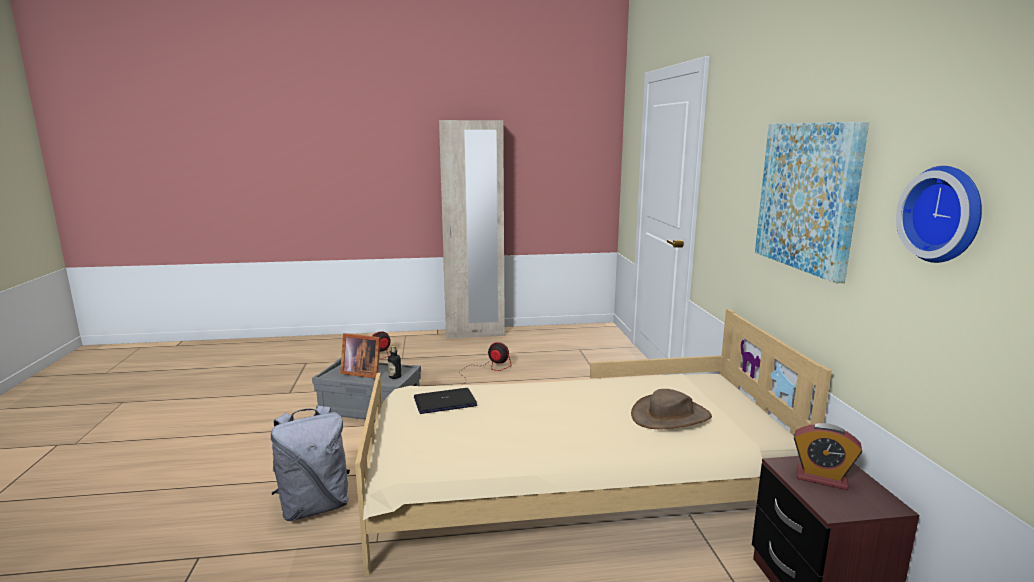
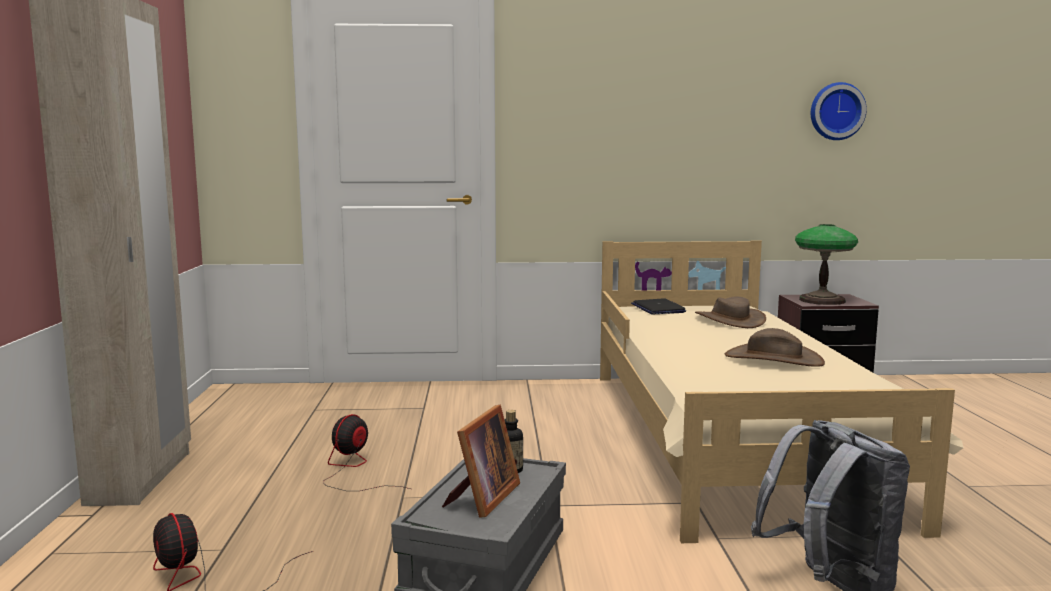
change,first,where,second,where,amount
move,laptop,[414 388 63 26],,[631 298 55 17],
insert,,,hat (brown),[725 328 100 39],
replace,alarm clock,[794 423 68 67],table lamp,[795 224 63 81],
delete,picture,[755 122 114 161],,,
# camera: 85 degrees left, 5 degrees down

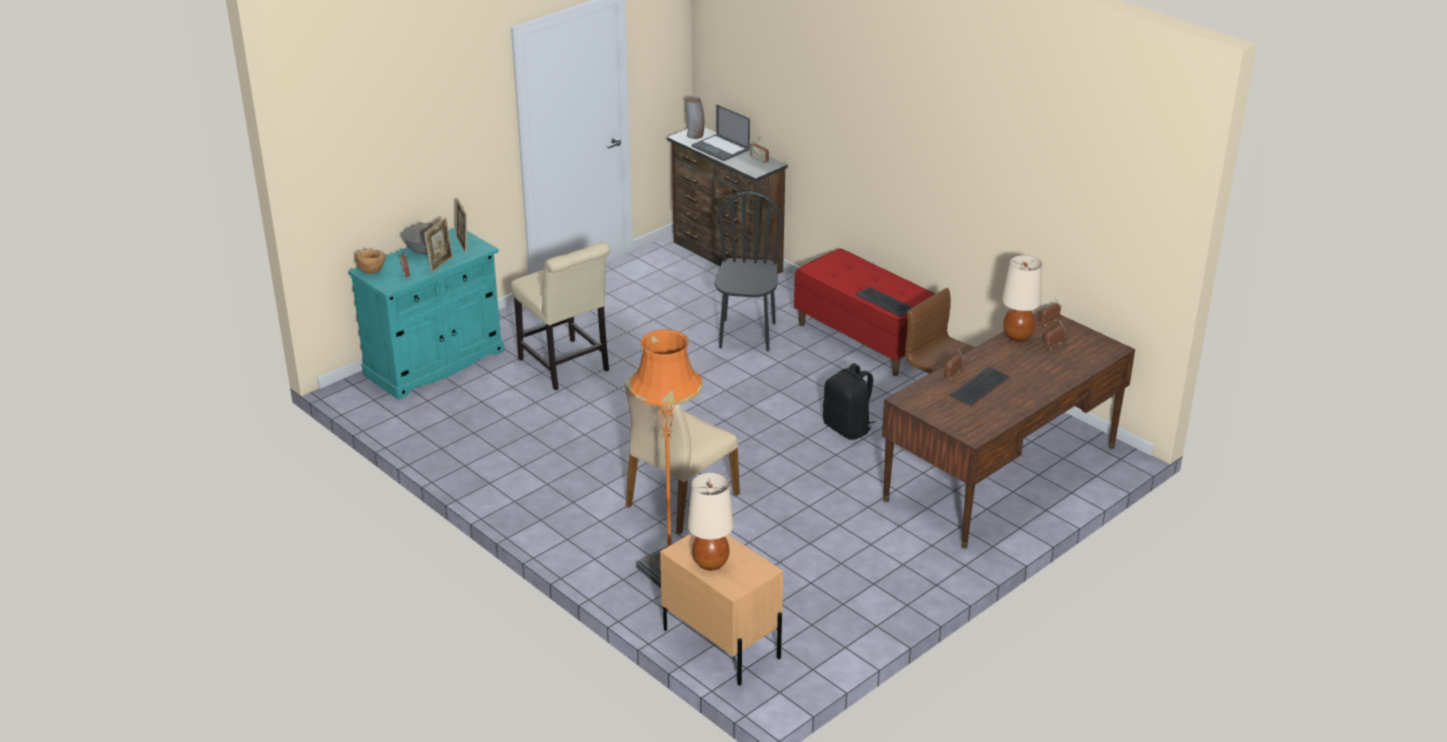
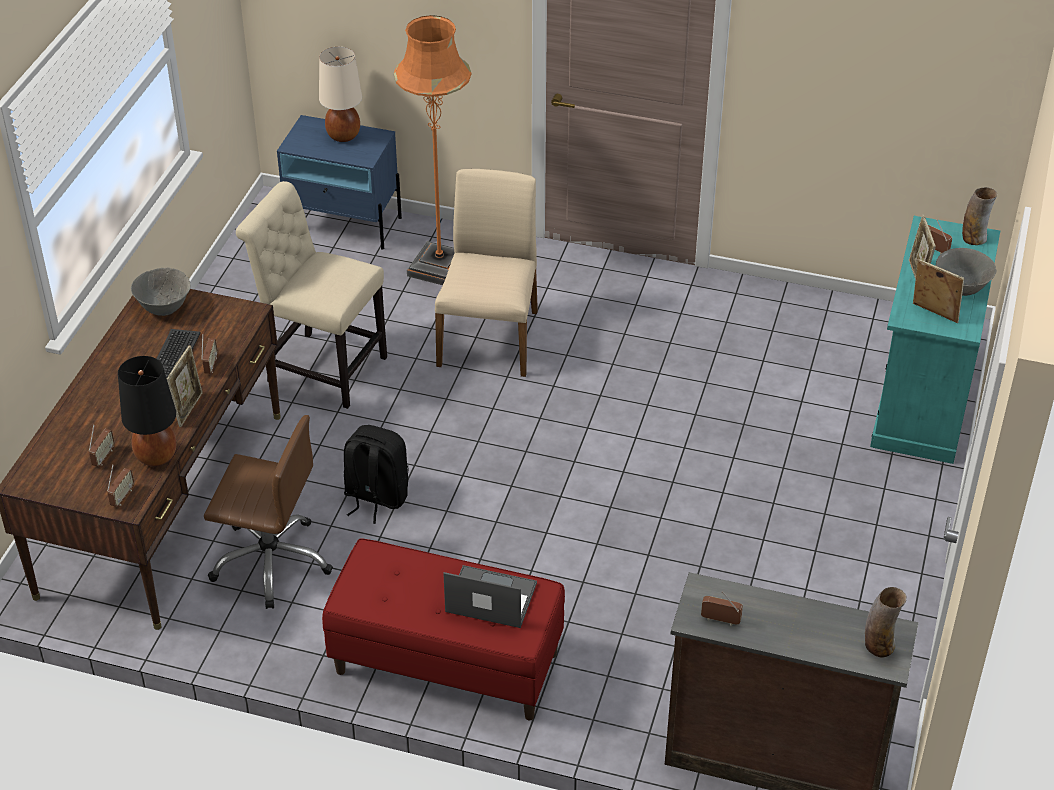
change,first,where,second,where,amount
recolor,table lamp (beige),[1002 255 40 86],table lamp (black),[118 356 58 111],
insert,,,bowl (grey),[131 268 59 48],
insert,,,picture frame,[167 345 36 82],
move,chair (beige),[511 242 99 148],,[236 181 151 228],
recolor,nightstand (beige),[660 533 123 152],nightstand (blue),[277 115 125 135],
move,laptop,[692 105 58 56],,[443 565 94 63],
replace,bowl (brown),[355 249 31 25],vase,[962 187 35 58],
delete,chair (black),[715 191 68 160],,,
delete,keyboard,[855 287 58 30],,,
# camera: 150 degrees right, 10 degrees up

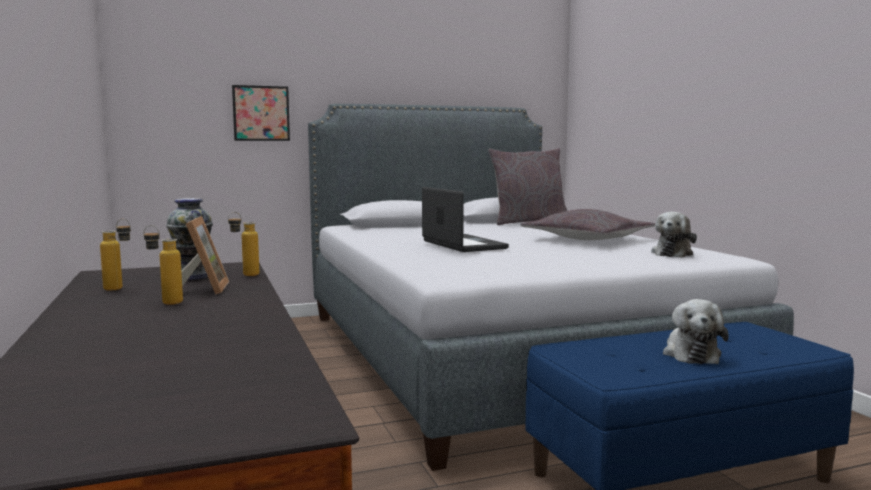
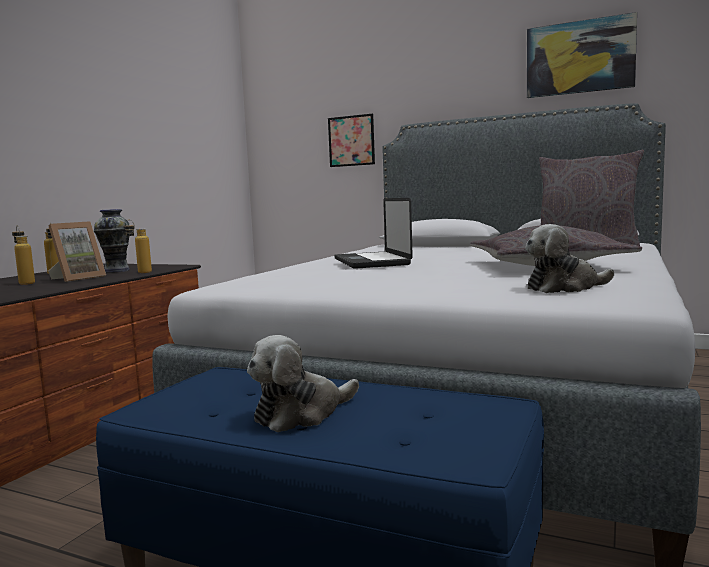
change,first,where,second,where,amount
rotate,laptop,[422 187 87 65],,[335 198 78 71],150 degrees clockwise
insert,,,picture,[527 12 110 86],
# camera: 45 degrees right, 0 degrees up

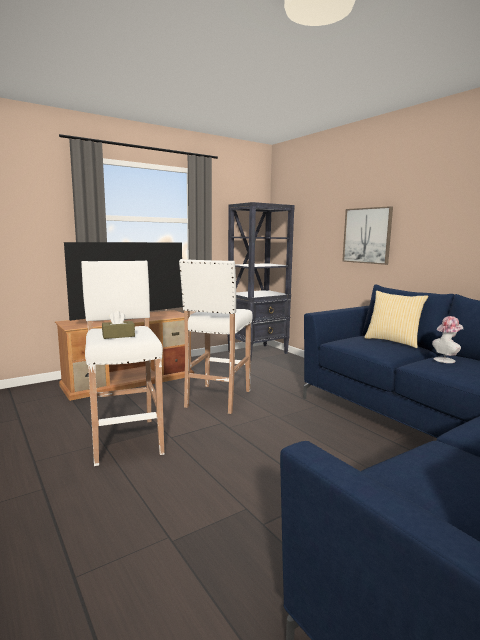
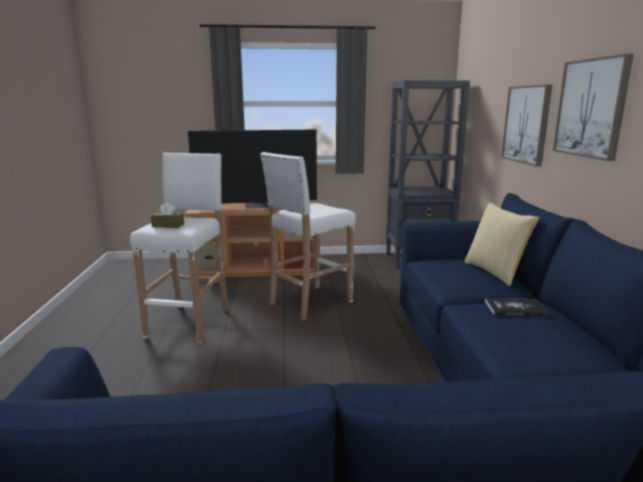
change,first,where,second,where,amount
replace,hat,[432 316 32 47],book,[485 298 64 19],
insert,,,picture,[553 54 81 107],
# camera: 30 degrees right, 5 degrees up

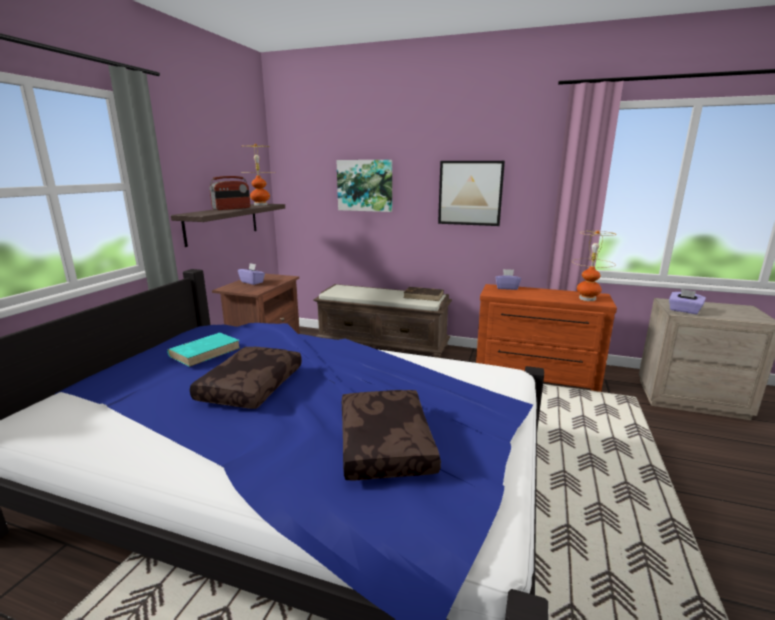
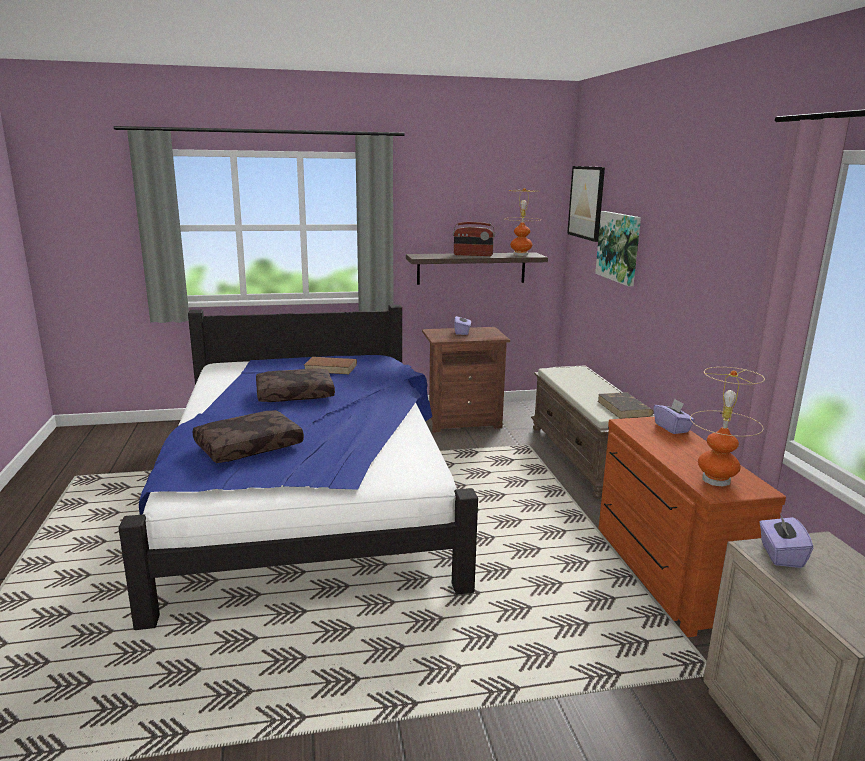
change,first,where,second,where,amount
recolor,book (turquoise),[167 333 73 34],book (brown),[304 357 53 17],
move,picture,[438 161 67 65],,[567 166 38 76],
# camera: 60 degrees right, 0 degrees up

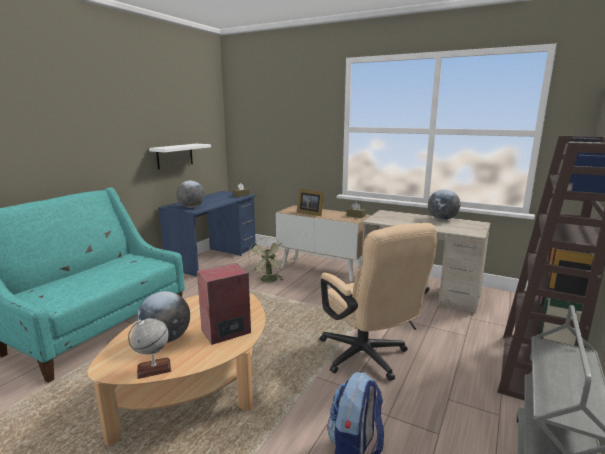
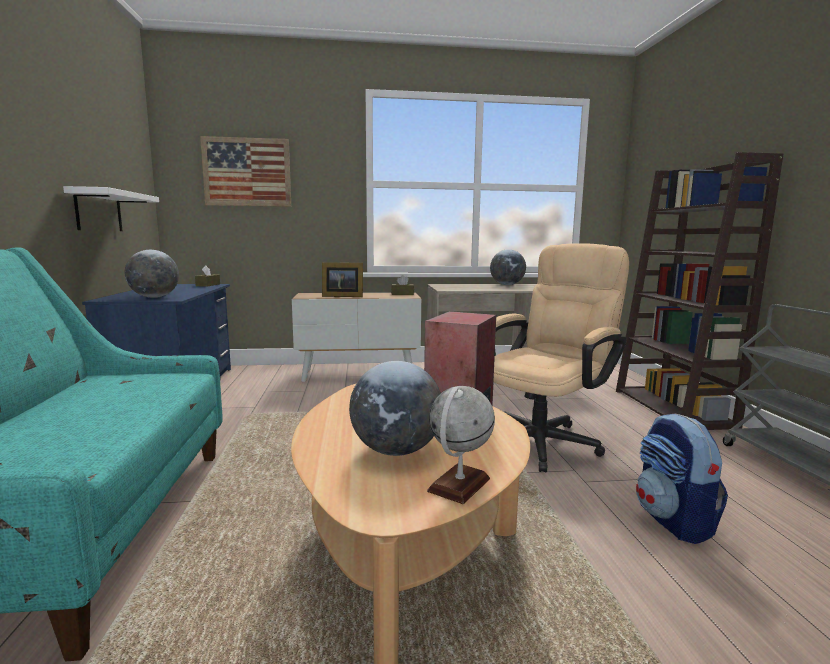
change,first,where,second,where,amount
insert,,,picture,[200 136 91 71],
rotate,office chair (beige),[319 223 119 158],,[493 243 136 229],75 degrees counterclockwise
delete,fan (green),[249 237 38 45],,,
# camera: 35 degrees left, 5 degrees down

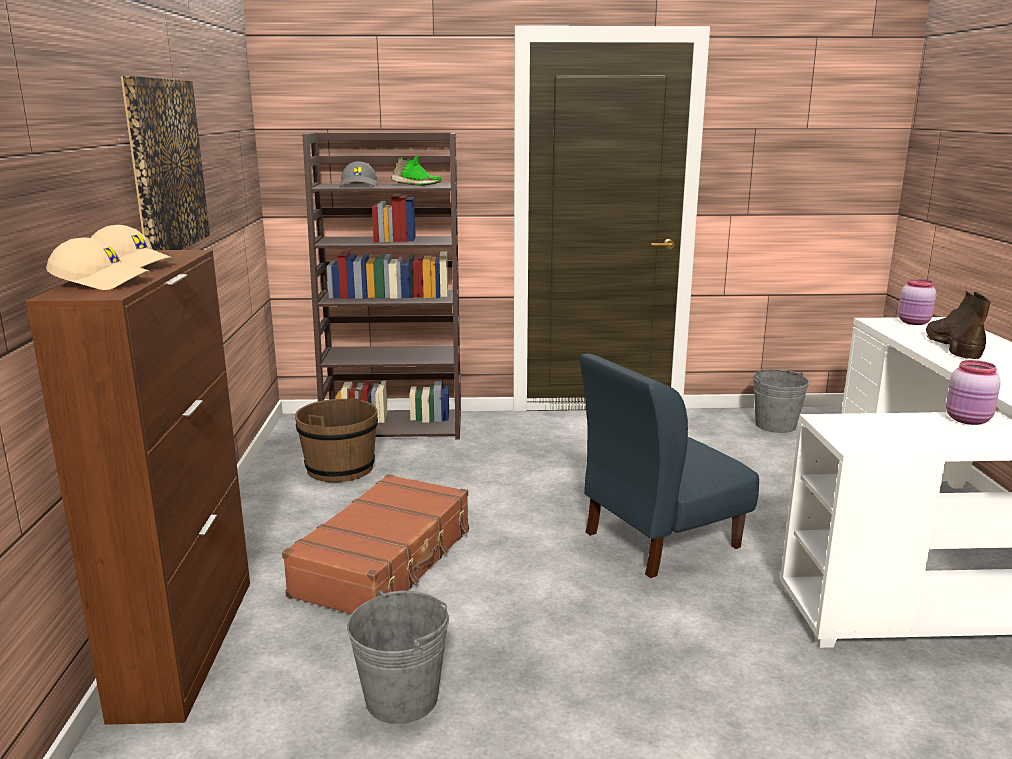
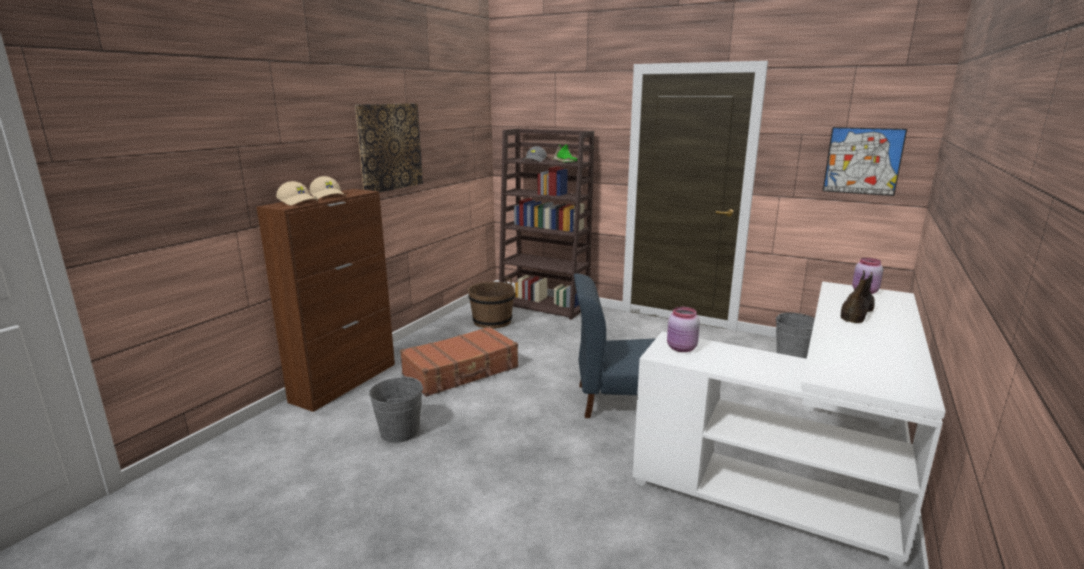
change,first,where,second,where,amount
move,jar (pink),[946 360 55 65],,[667 307 33 45],
insert,,,picture,[823 127 84 69],
# camera: 30 degrees right, 0 degrees up

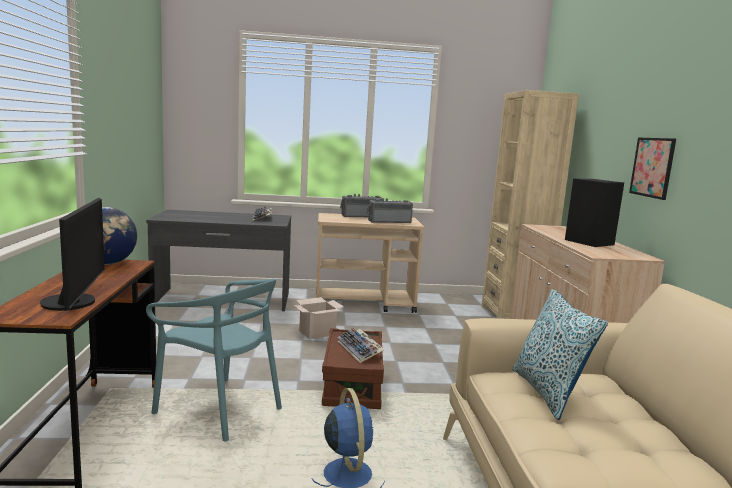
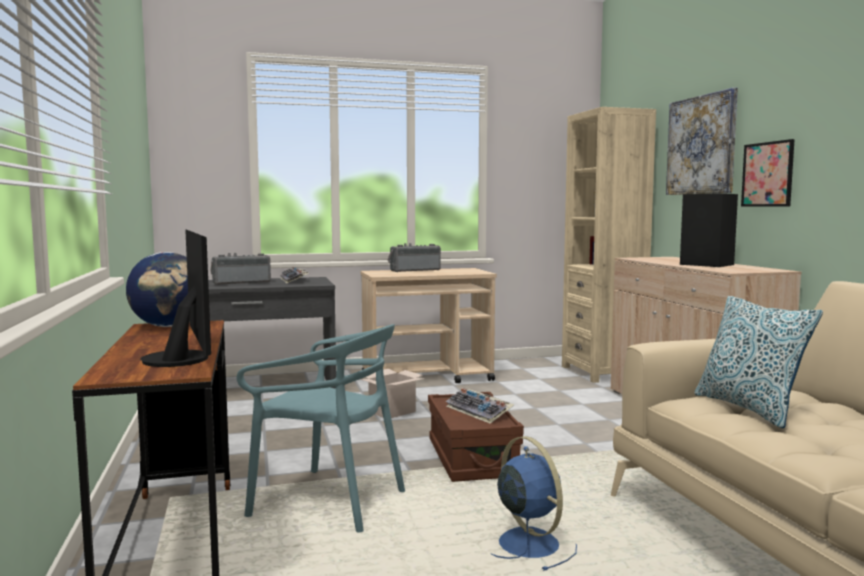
change,first,where,second,where,amount
move,radio,[367 198 46 25],,[210 253 61 32],
insert,,,picture,[666 87 72 108],
# camera: 10 degrees left, 5 degrees down

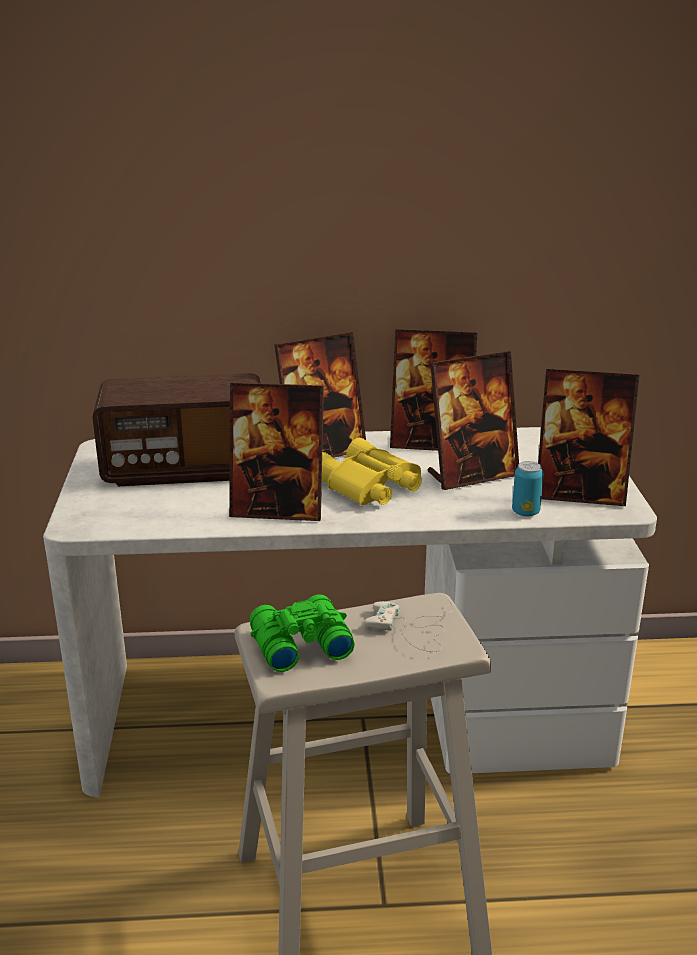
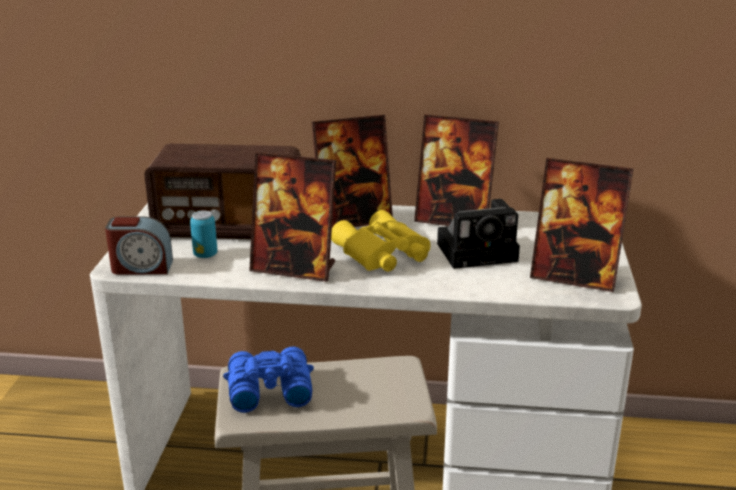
change,first,where,second,where,amount
insert,,,alarm clock,[105 217 68 58],
move,can,[512 461 32 55],,[190 210 27 48],
recolor,binoculars (green),[250 594 105 78],binoculars (blue),[223 347 91 66],
replace,picture frame,[428 351 91 139],photo camera,[437 199 83 70],
delete,game controller (white),[364 600 89 52],,,
# camera: 10 degrees right, 0 degrees up

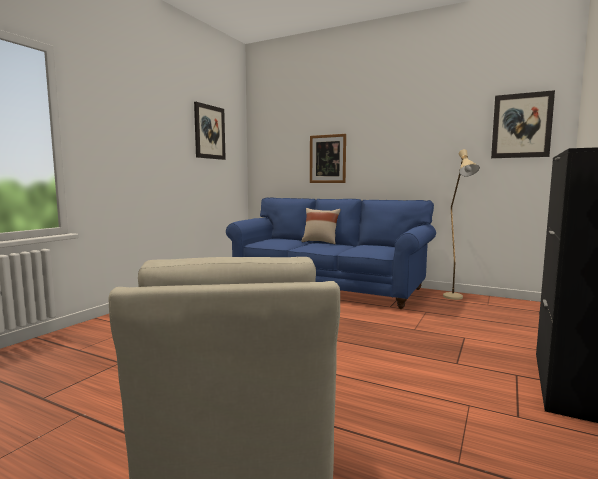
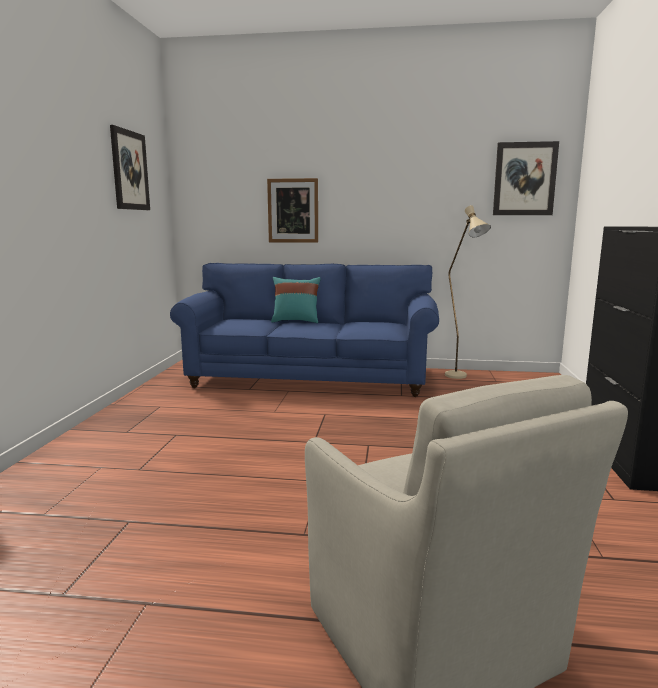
change,first,where,second,where,amount
recolor,pillow (beige),[301 208 40 36],pillow (turquoise),[271 277 50 46],
# camera: 20 degrees left, 5 degrees up

